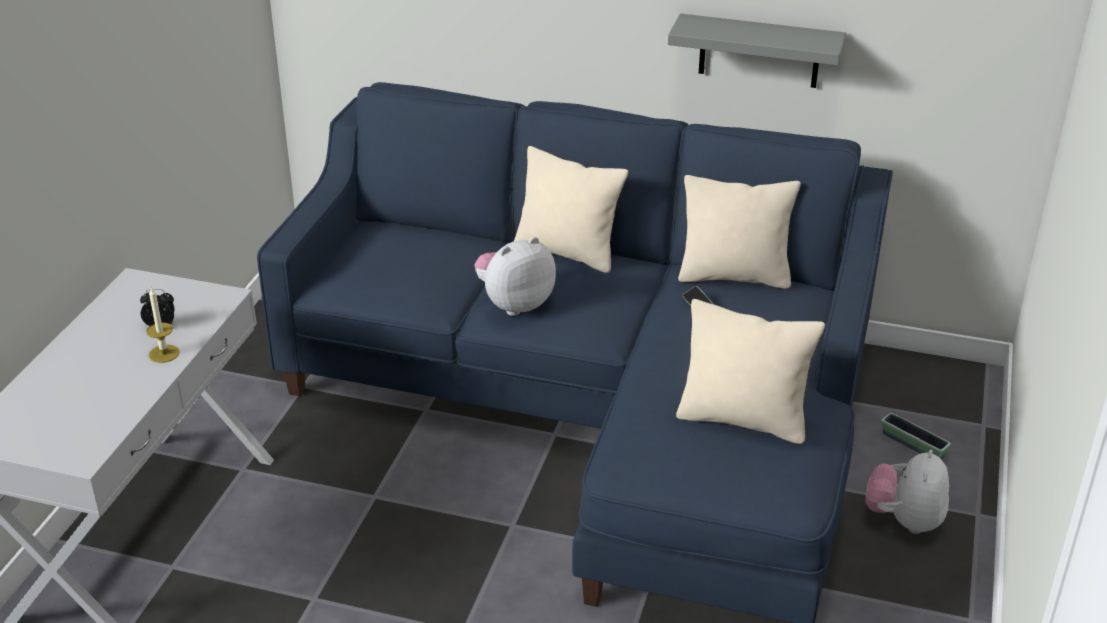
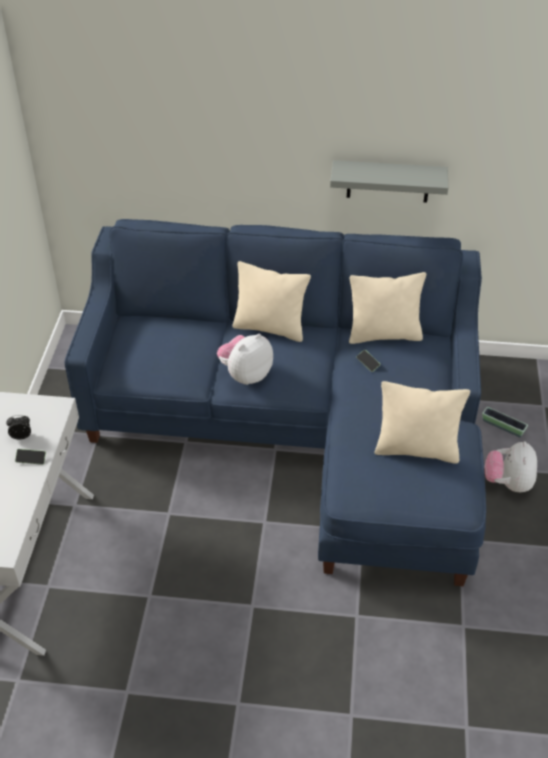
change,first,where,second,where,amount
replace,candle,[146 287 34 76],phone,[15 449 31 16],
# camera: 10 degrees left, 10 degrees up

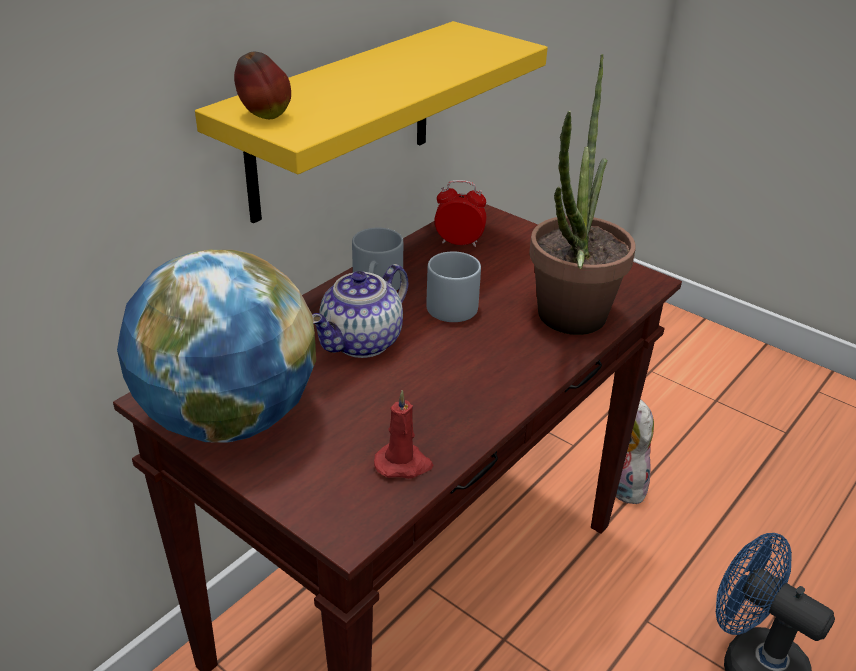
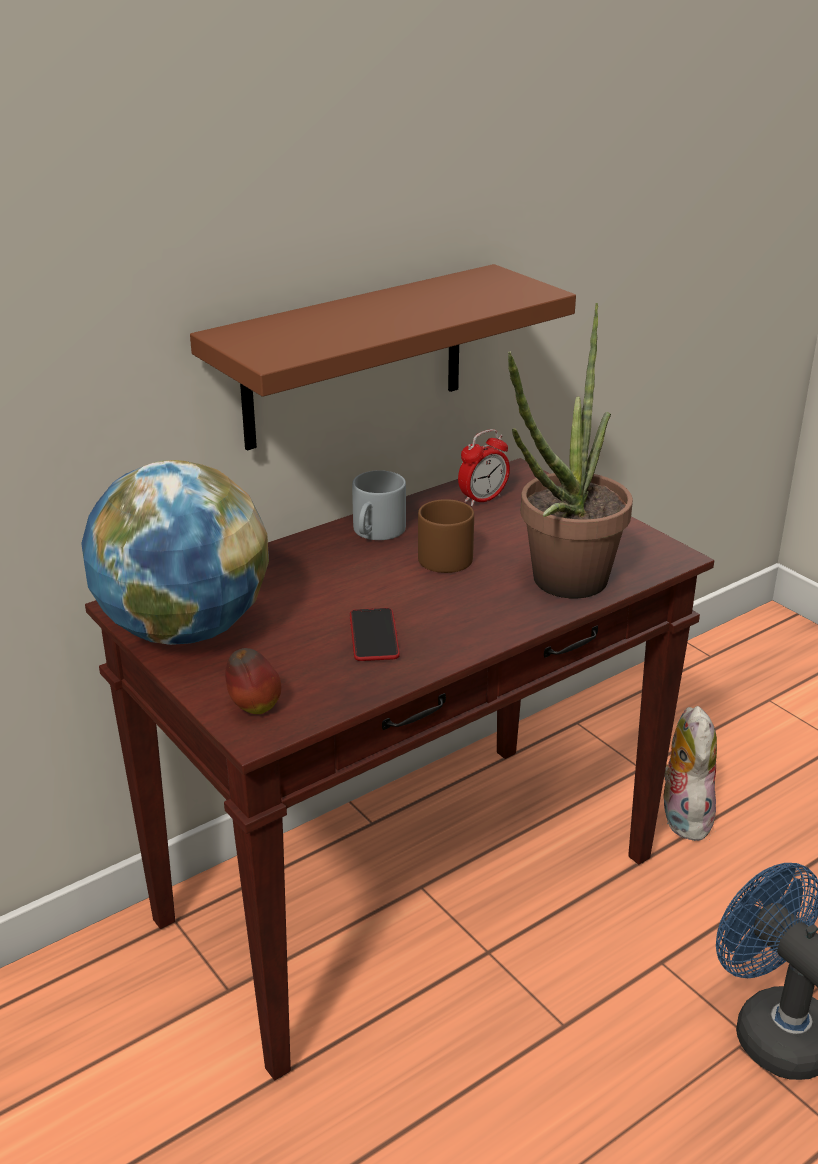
change,first,where,second,where,amount
recolor,shelf (yellow),[195 21 353 202],shelf (brown),[190 264 386 187],
move,apple,[234 52 57 67],,[225 648 56 66],
insert,,,phone,[350 608 50 53],
recolor,mug (grey),[426 252 55 70],mug (brown),[418 499 56 74],
rotate,alarm clock,[435 180 52 67],,[458 429 52 77],120 degrees clockwise
delete,teapot,[312 264 96 94],,,
delete,candle (red),[374 390 59 89],,,
# camera: 15 degrees right, 5 degrees down

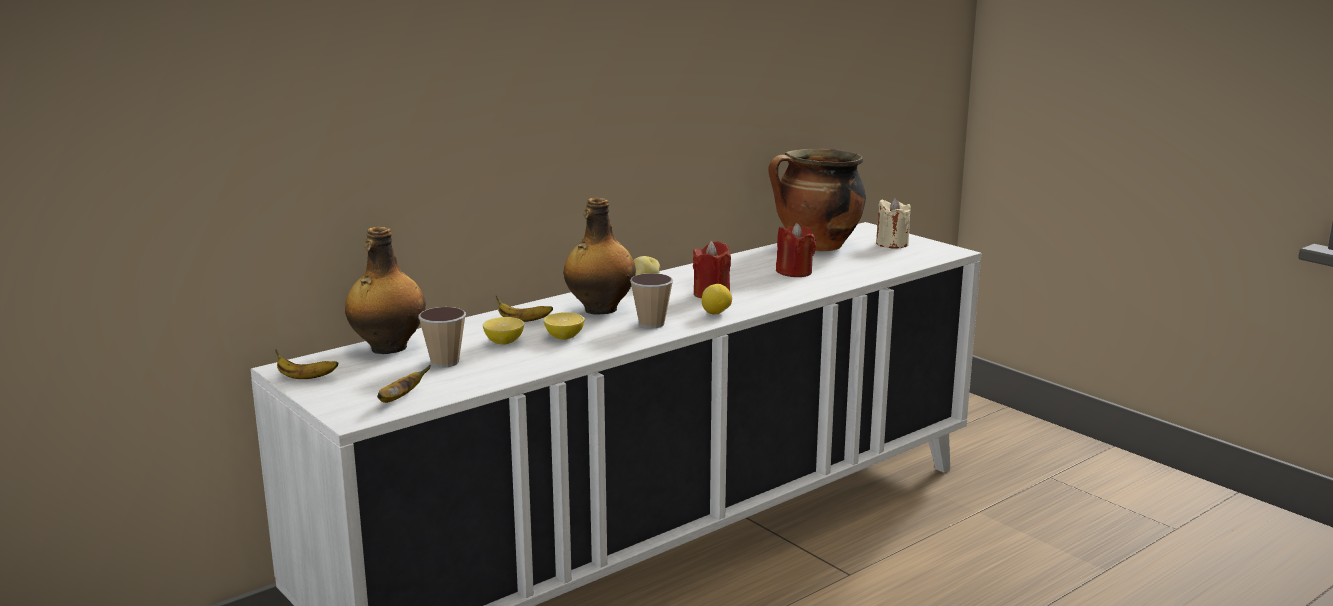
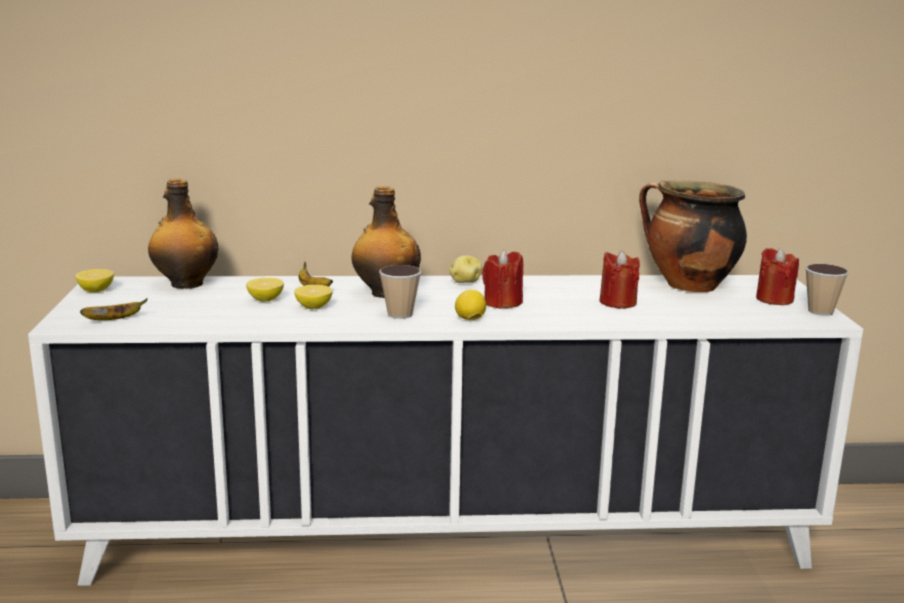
change,first,where,second,where,amount
replace,banana,[275 349 63 30],lemon,[75 269 39 23],
recolor,candle (beige),[876 198 35 51],candle (red),[756 248 43 57],
move,cup,[418 307 48 61],,[805 264 44 52],
# camera: 35 degrees right, 0 degrees up

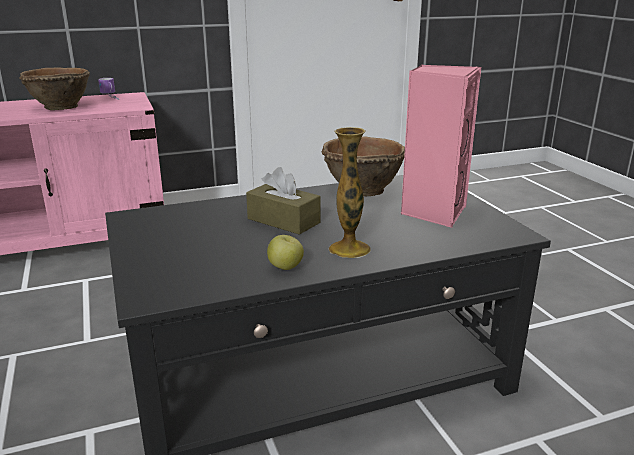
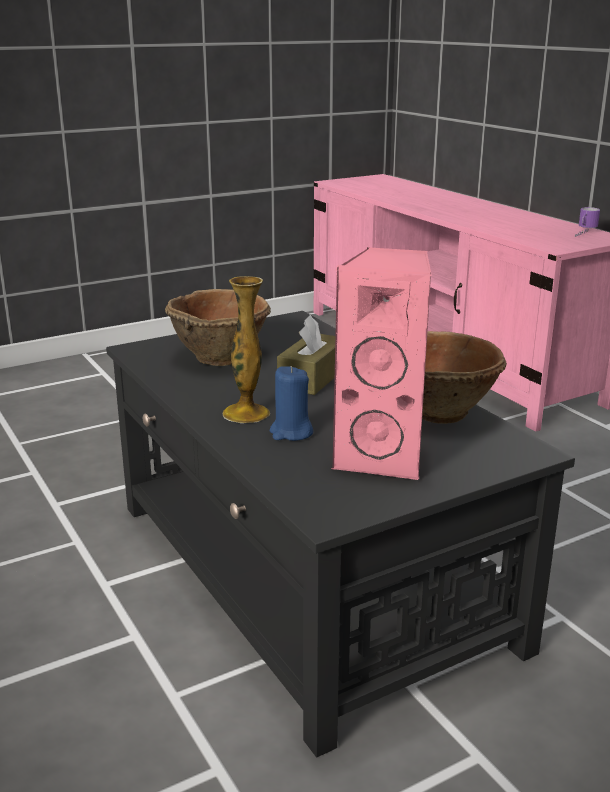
change,first,where,second,where,amount
move,bowl (brown),[20 67 70 43],,[165 289 106 77],
insert,,,candle (blue),[270 366 43 75],
delete,apple,[267 235 37 35],,,
# camera: 80 degrees right, 0 degrees up

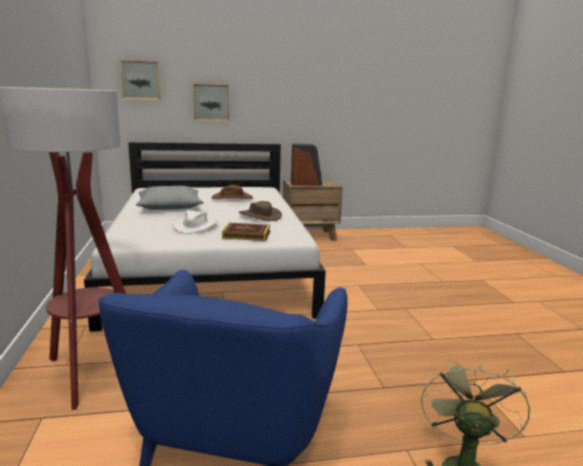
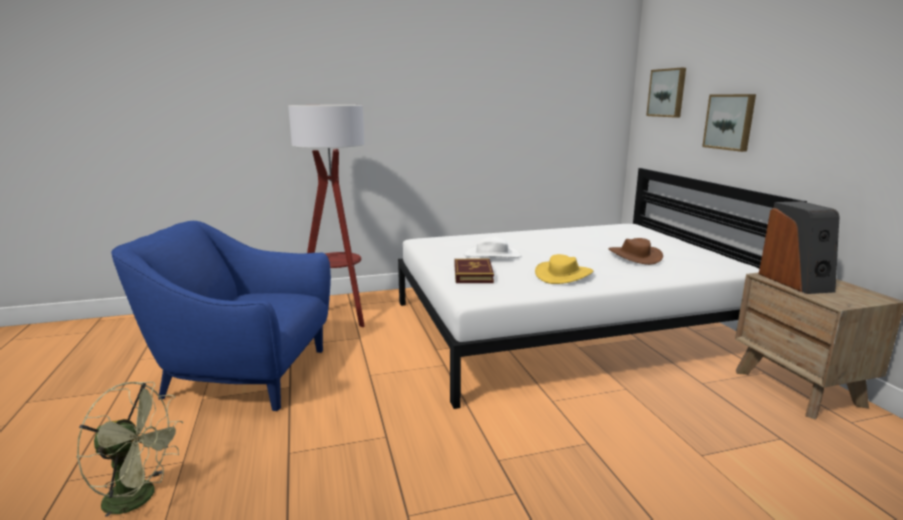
change,first,where,second,where,amount
recolor,hat (brown),[239 201 43 20],hat (yellow),[535 254 58 30],
delete,pillow,[136 186 68 24],,,
# camera: 85 degrees right, 0 degrees up

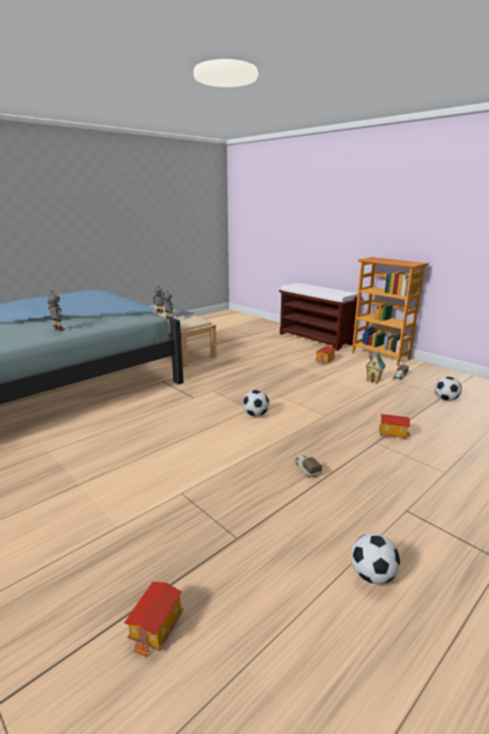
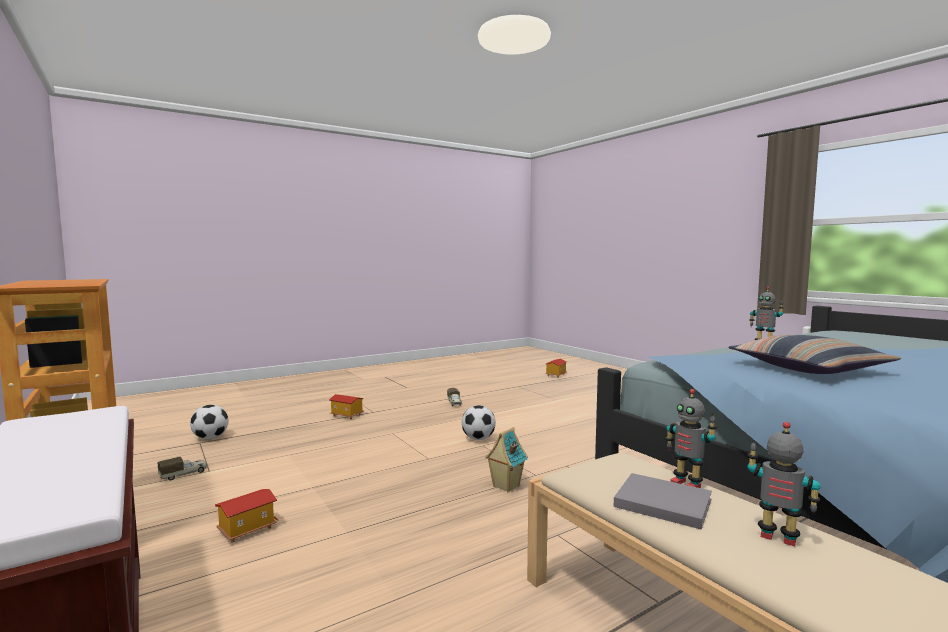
change,first,where,second,where,amount
move,toy house,[365 351 21 32],,[485 427 43 65],
insert,,,pillow,[728 335 173 39],
delete,football,[351 533 49 51],,,
# camera: 170 degrees left, 15 degrees down

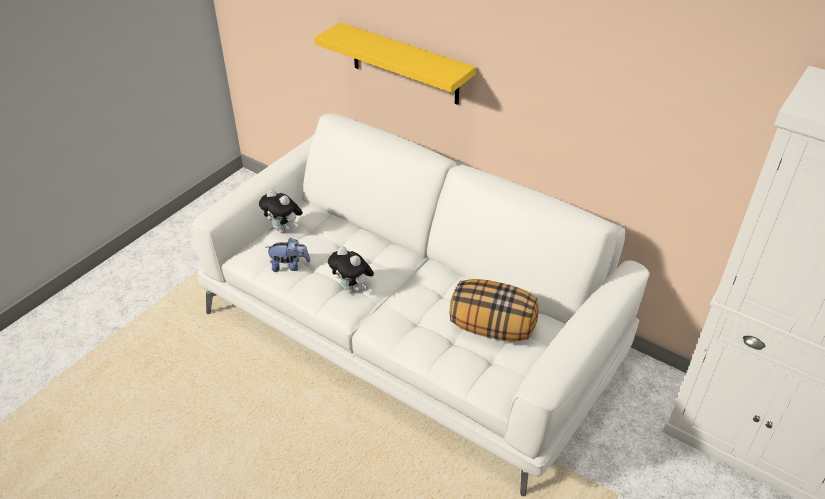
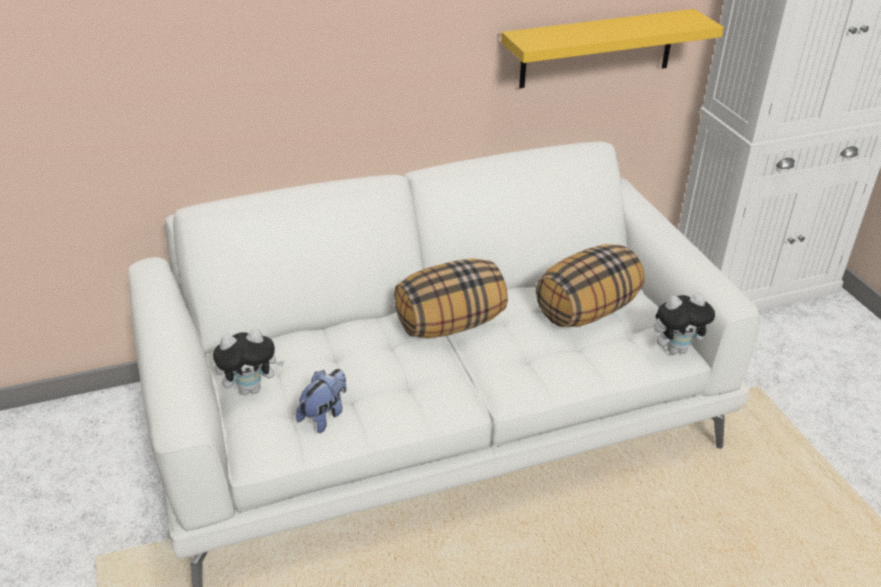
change,first,where,second,where,amount
insert,,,pillow,[394 258 114 80],
move,shelf (yellow),[314 22 162 83],,[501 9 223 79],
move,plush toy,[328 246 46 47],,[654 293 61 61],
# camera: 55 degrees left, 5 degrees down

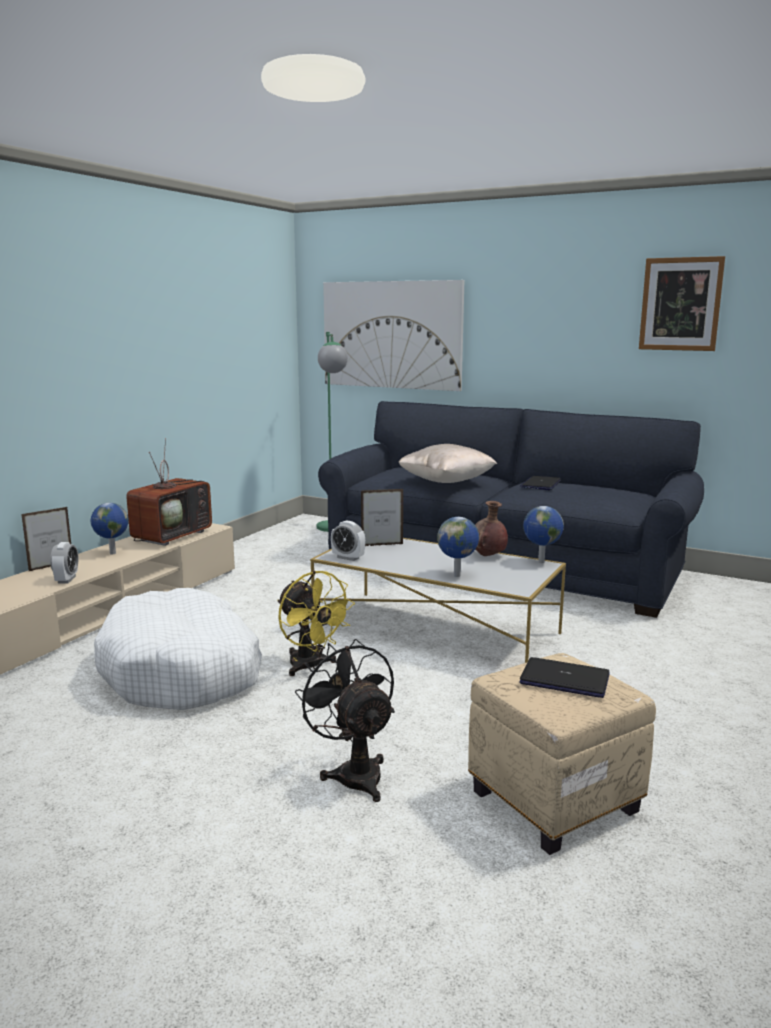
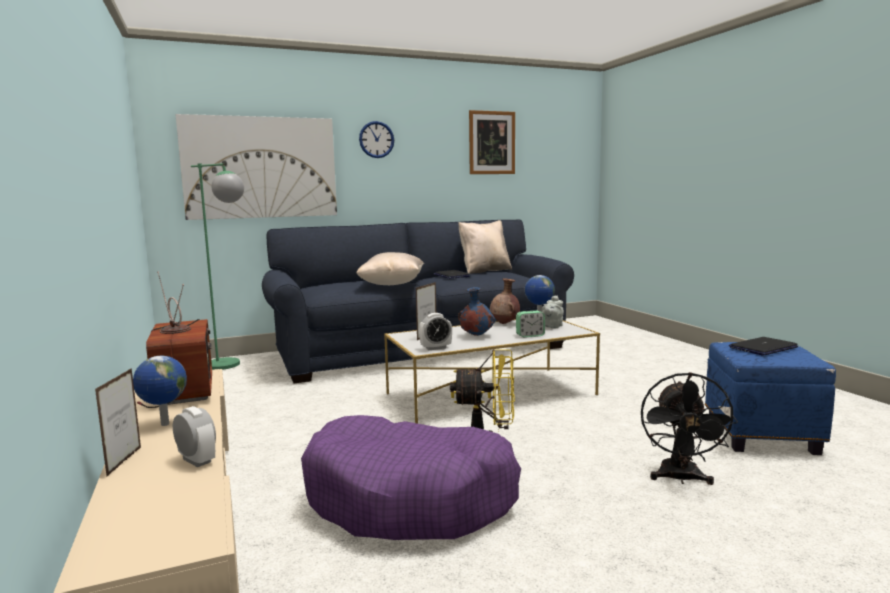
change,first,where,second,where,amount
recolor,dog bed (white),[94 588 168 122],dog bed (purple),[301 415 220 125],
insert,,,wall clock,[359 121 35 37],
insert,,,pillow (beige),[458 220 54 54],
insert,,,vase (blue),[458 287 37 49],
replace,globe,[437 517 42 60],alarm clock,[516 311 29 26],
insert,,,teapot (grey),[541 295 23 33],
rotate,fan (black),[295 639 100 163],,[641 372 97 113],90 degrees counterclockwise
recolor,ottoman (beige),[468 653 188 202],ottoman (blue),[705 342 131 113],
# camera: 50 degrees left, 5 degrees down

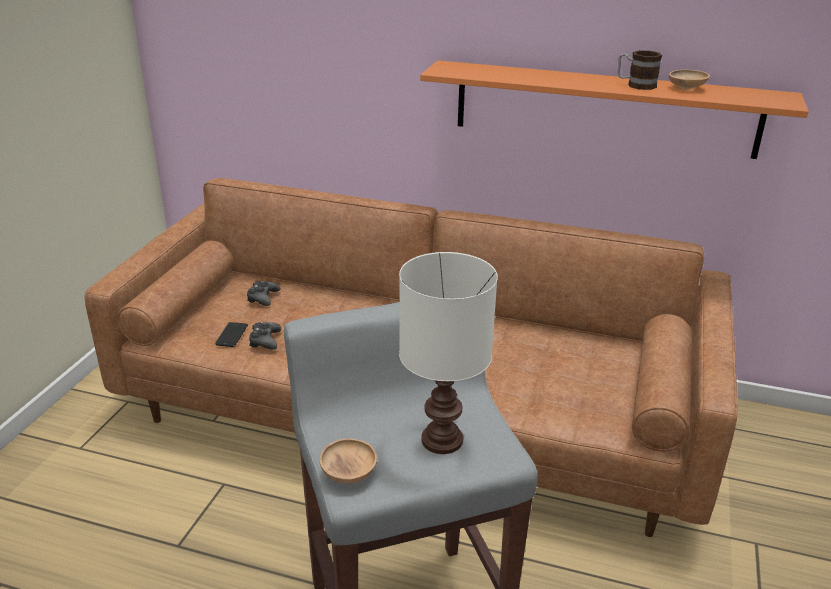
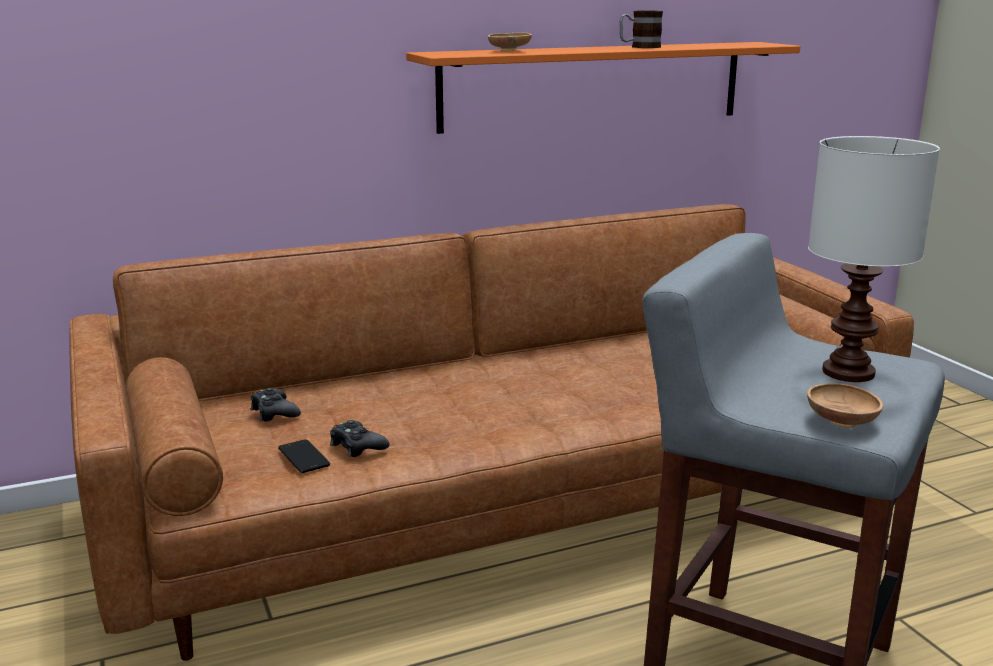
change,first,where,second,where,amount
move,bowl (brown),[669 70 41 20],,[488 33 44 19],
# camera: 40 degrees left, 10 degrees down

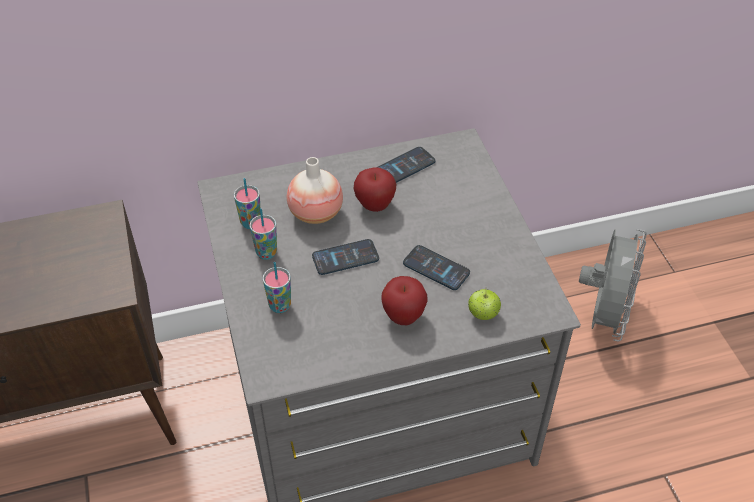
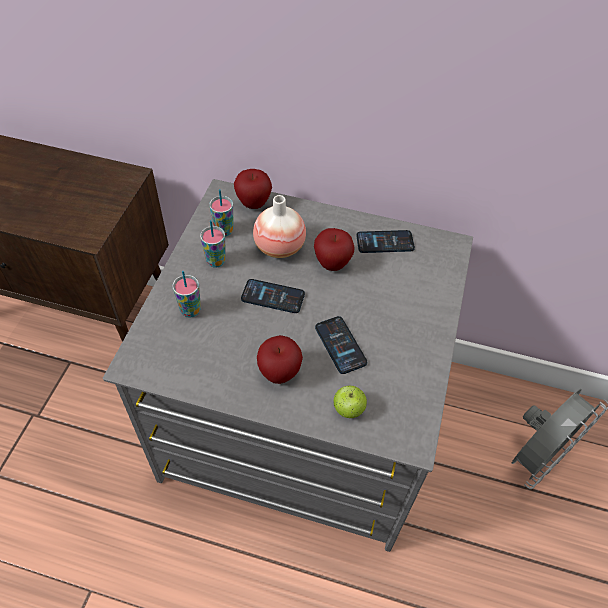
change,first,where,second,where,amount
insert,,,apple,[234 169 38 40],
# camera: 30 degrees right, 5 degrees up

